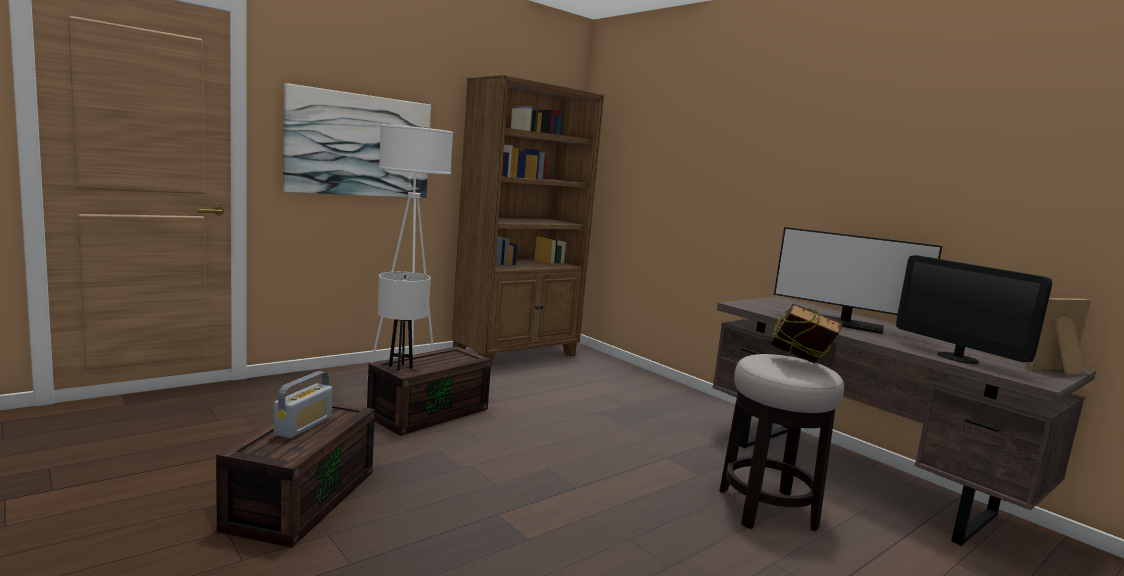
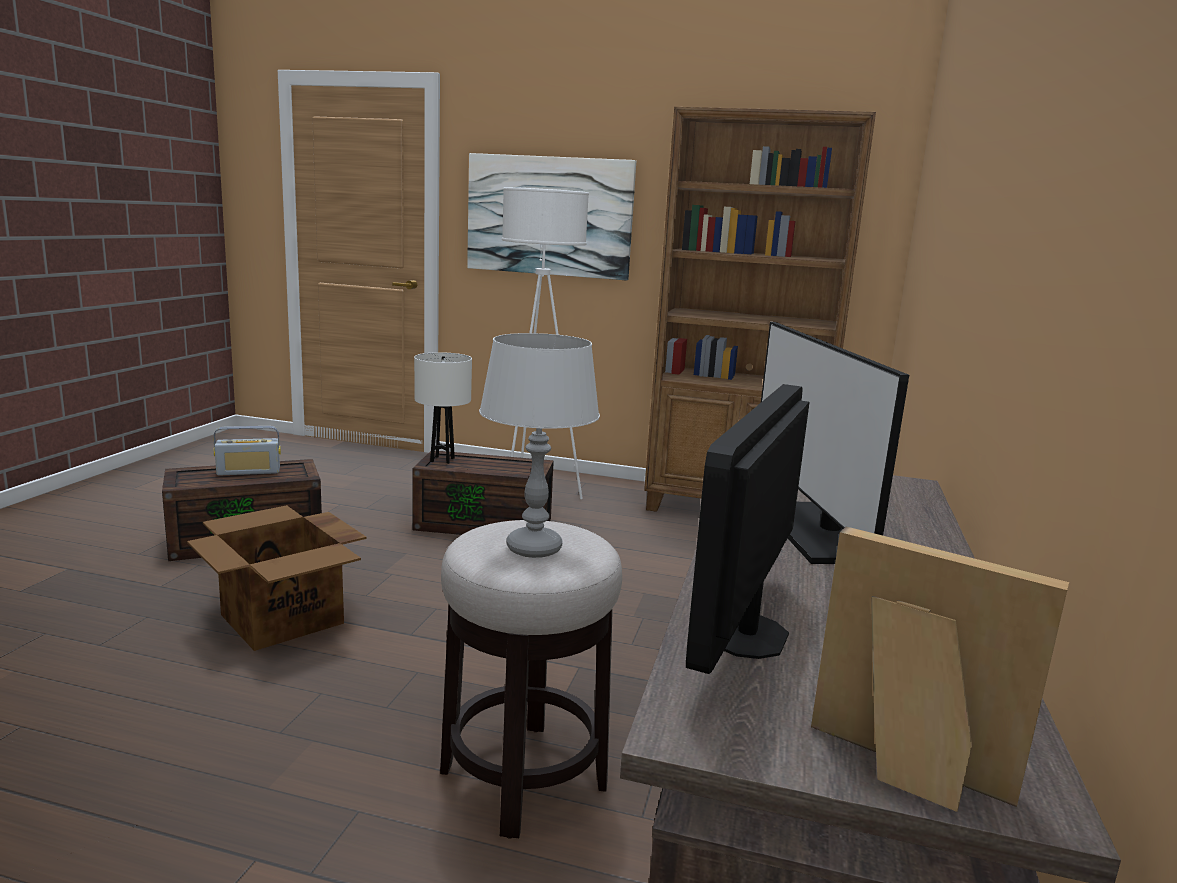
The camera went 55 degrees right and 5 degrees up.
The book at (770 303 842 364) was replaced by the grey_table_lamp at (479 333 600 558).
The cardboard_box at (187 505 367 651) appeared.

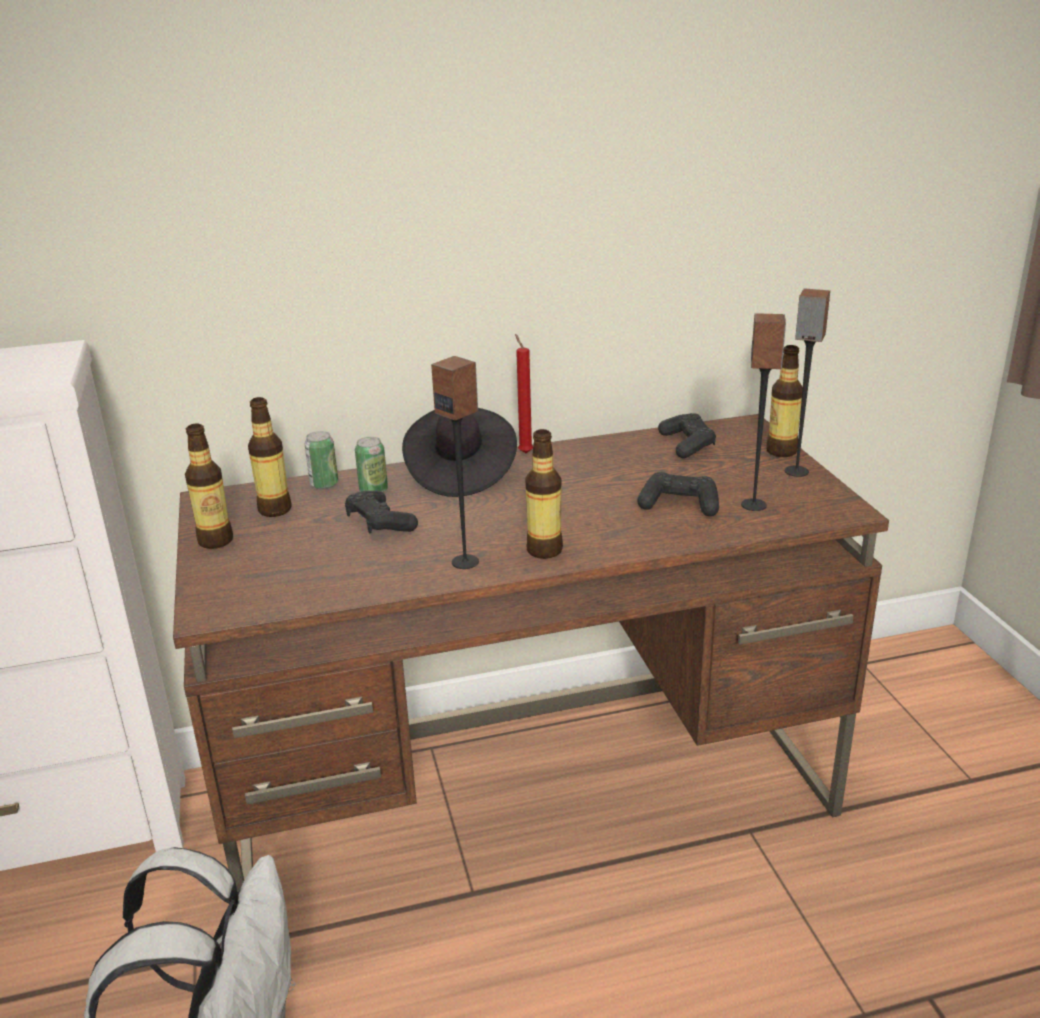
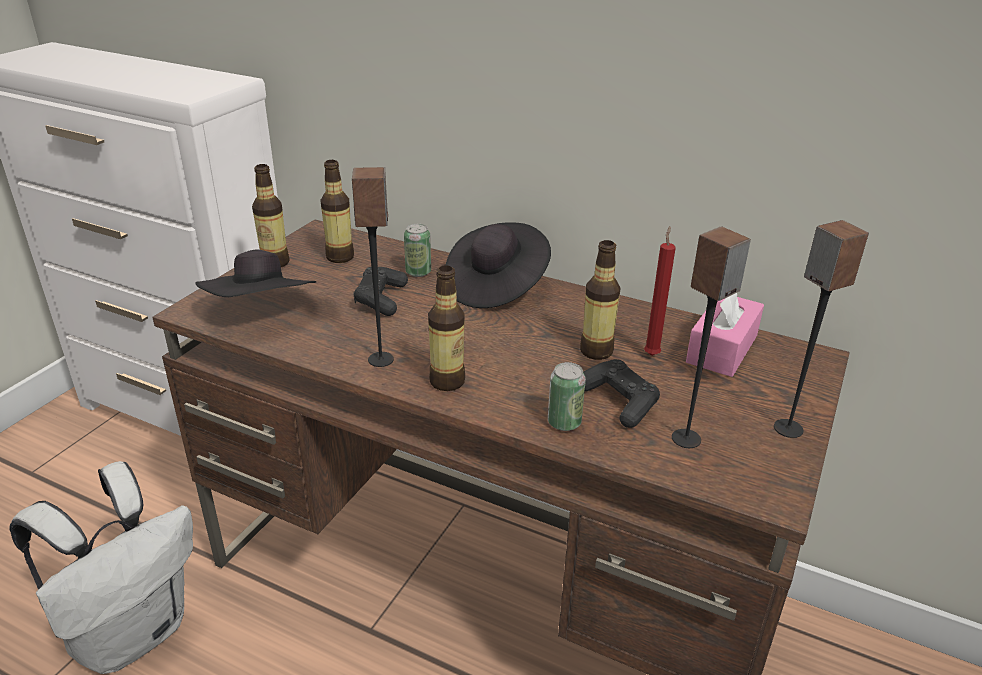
The camera went 40 degrees right and 5 degrees up.
The red_candle moved from (515 334 533 453) to (644 226 676 356).
The bottle moved from (766 345 803 457) to (580 240 621 360).
The black_game_controller at (658 413 716 458) was replaced by the pink_tissue_box at (686 293 764 377).
The can moved from (304 431 338 489) to (548 362 586 431).
The black_hat at (195 250 316 297) appeared.

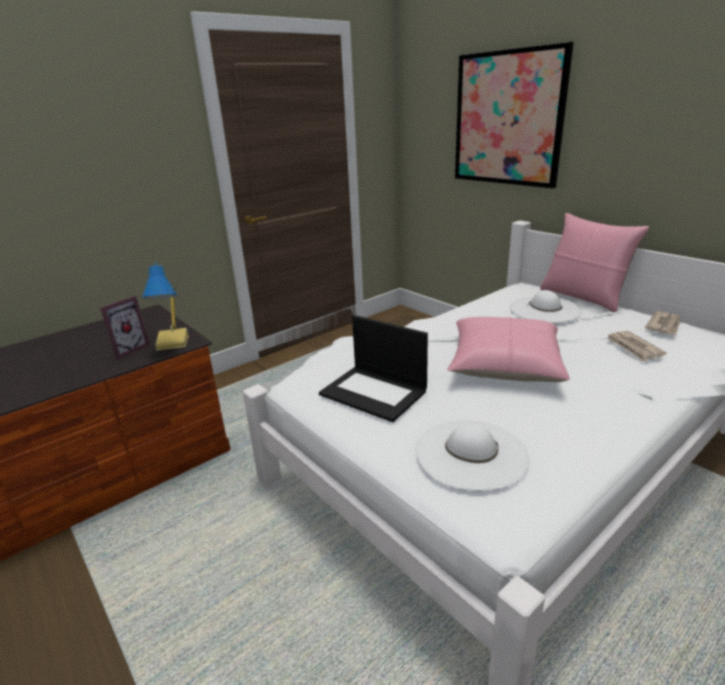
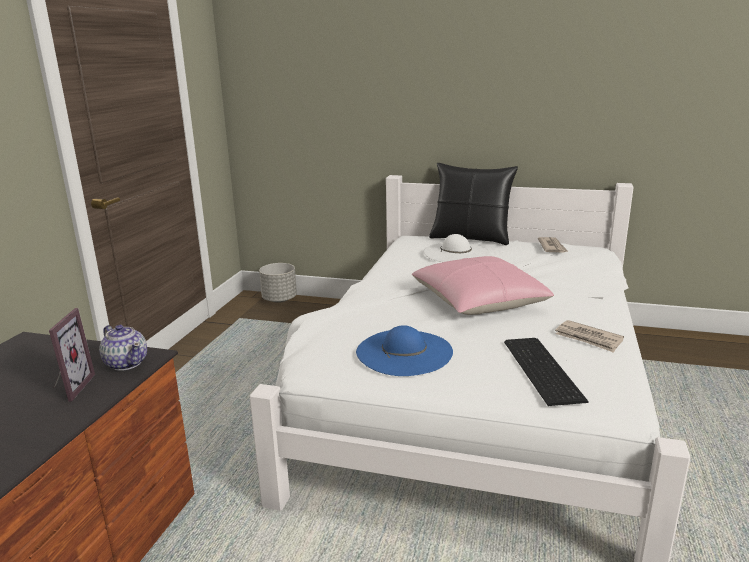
The camera went 35 degrees left and 5 degrees down.
The picture at (455 42 574 188) disappeared.
The pink_pillow at (540 213 649 312) became the black_pillow at (429 163 518 245).
The table_lamp at (142 262 189 351) was replaced by the teapot at (99 325 147 371).
The laptop at (319 315 428 422) was replaced by the blue_hat at (356 325 453 376).
The newspaper moved from (607 331 666 362) to (555 320 624 353).
The white_hat at (416 420 529 490) was replaced by the keyboard at (504 338 588 406).
The grey_planter at (259 263 297 303) appeared.

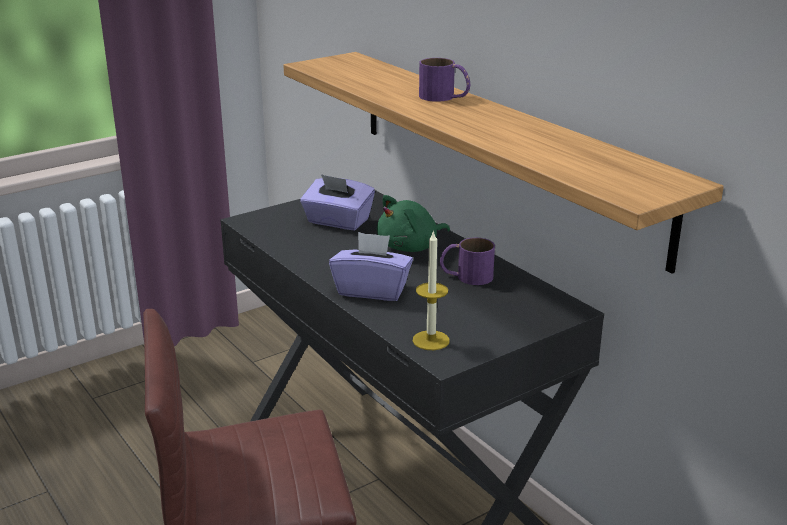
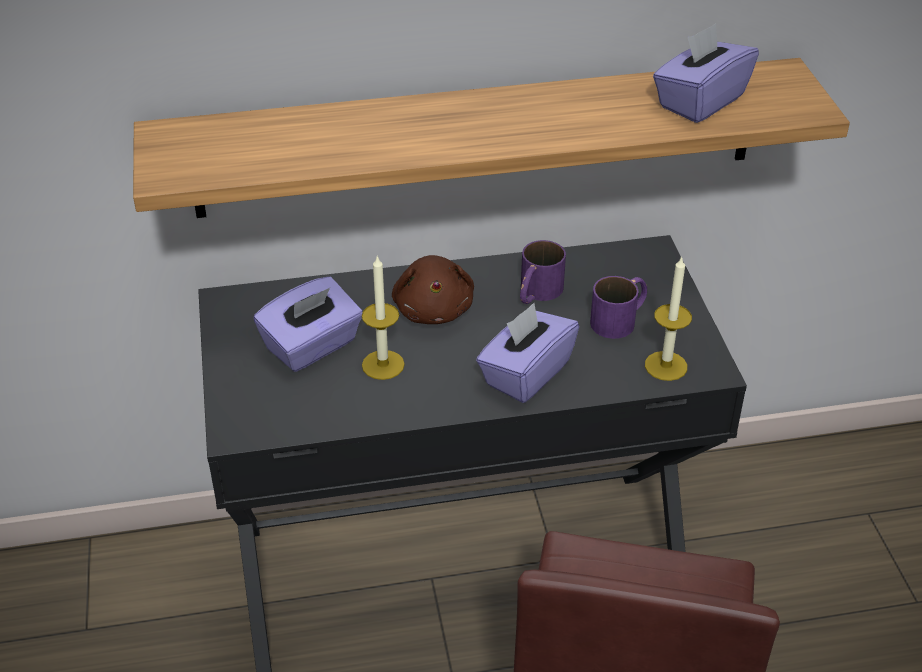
The camera went 65 degrees left and 15 degrees up.
The purple_mug moved from (419 58 470 102) to (590 276 647 339).
The green_plush_toy at (377 195 450 252) became the brown_plush_toy at (392 255 474 324).
The purple_tissue_box at (653 23 759 123) appeared.
The candle at (362 255 405 380) appeared.

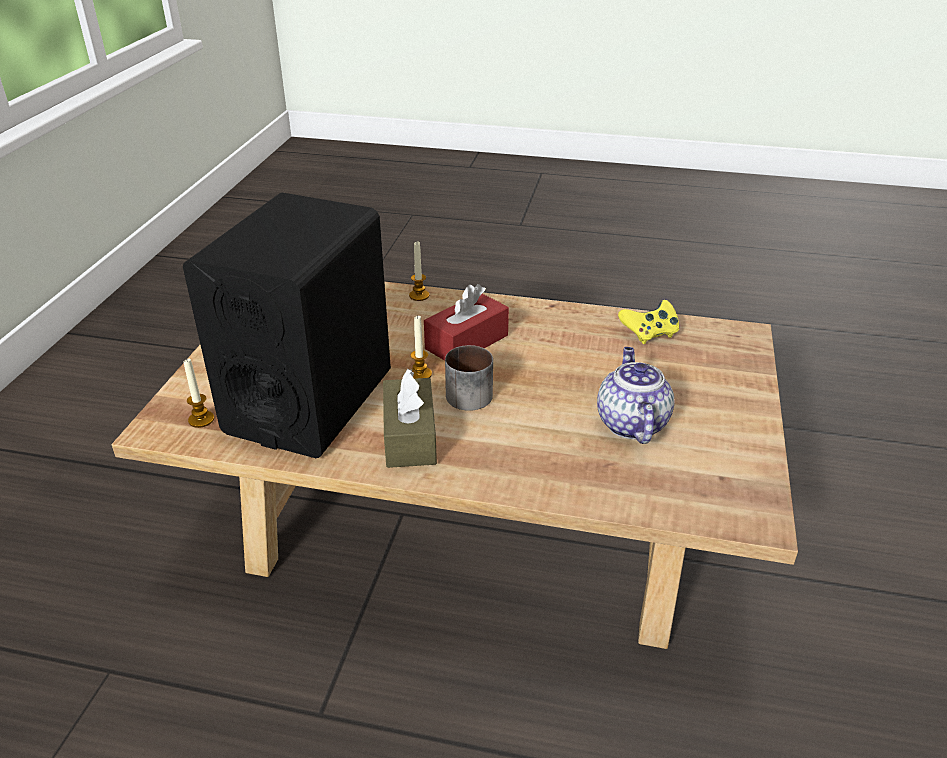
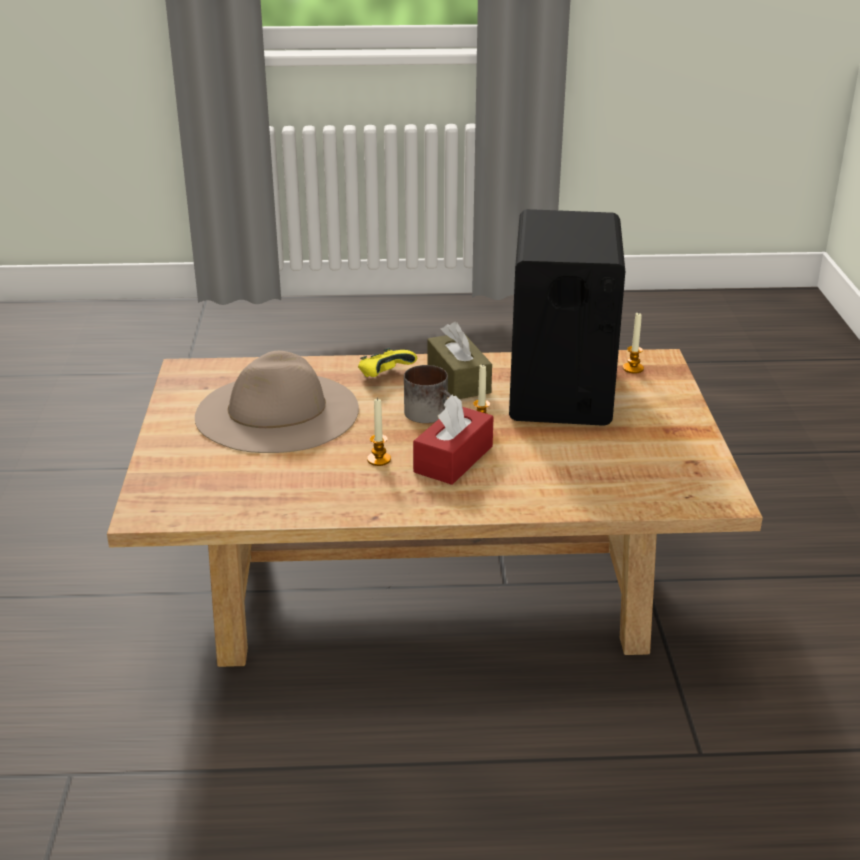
The camera went 165 degrees right and 5 degrees down.
The candle moved from (409 242 429 301) to (367 397 391 466).
The yellow_game_controller moved from (618 300 679 344) to (358 348 417 377).
The teapot at (597 347 674 444) was replaced by the beige_hat at (195 351 359 453).

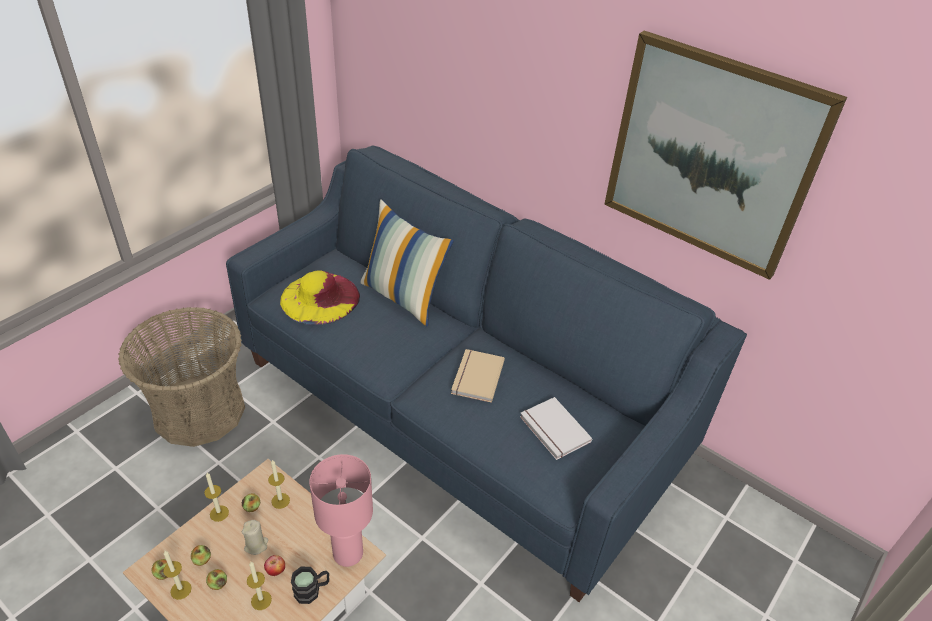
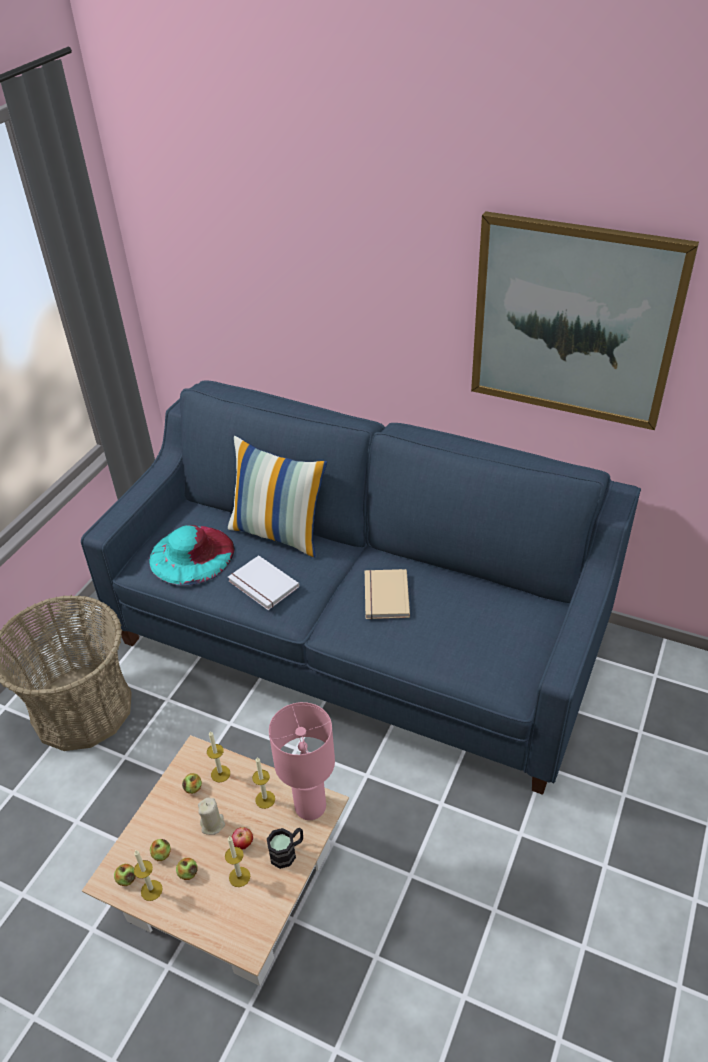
The camera went 10 degrees left and 0 degrees up.
The yellow_hat at (280 270 360 325) became the turquoise_hat at (150 525 235 585).
The white_book moved from (520 397 592 460) to (228 555 299 610).
The candle moved from (204 473 229 522) to (252 757 275 809).

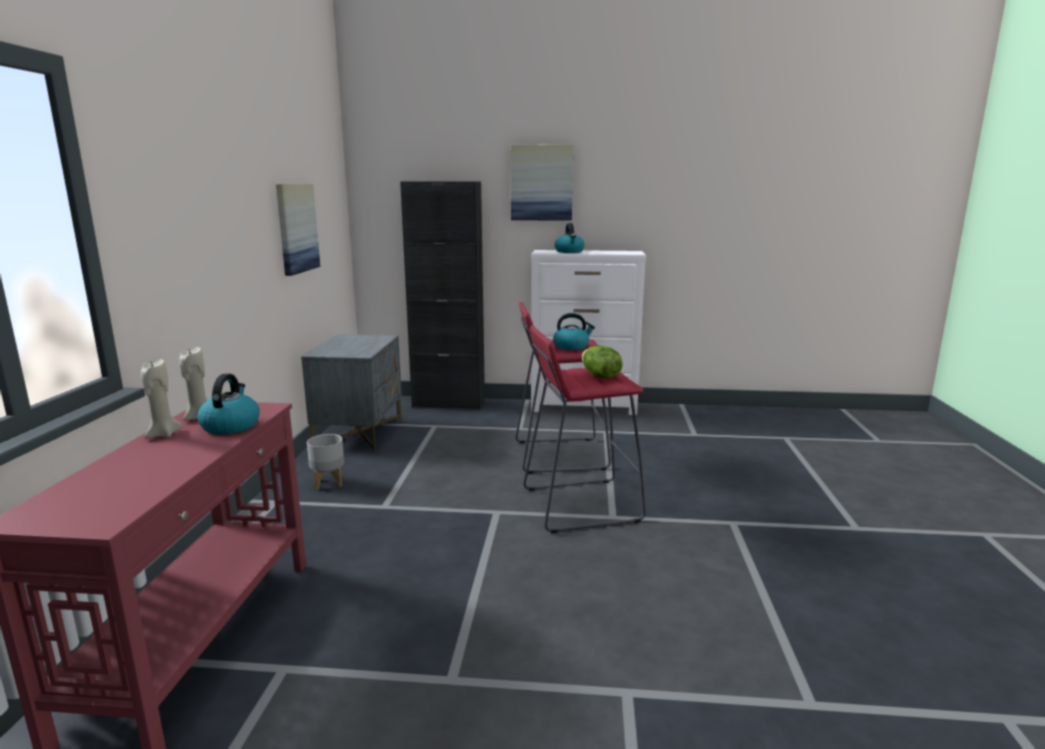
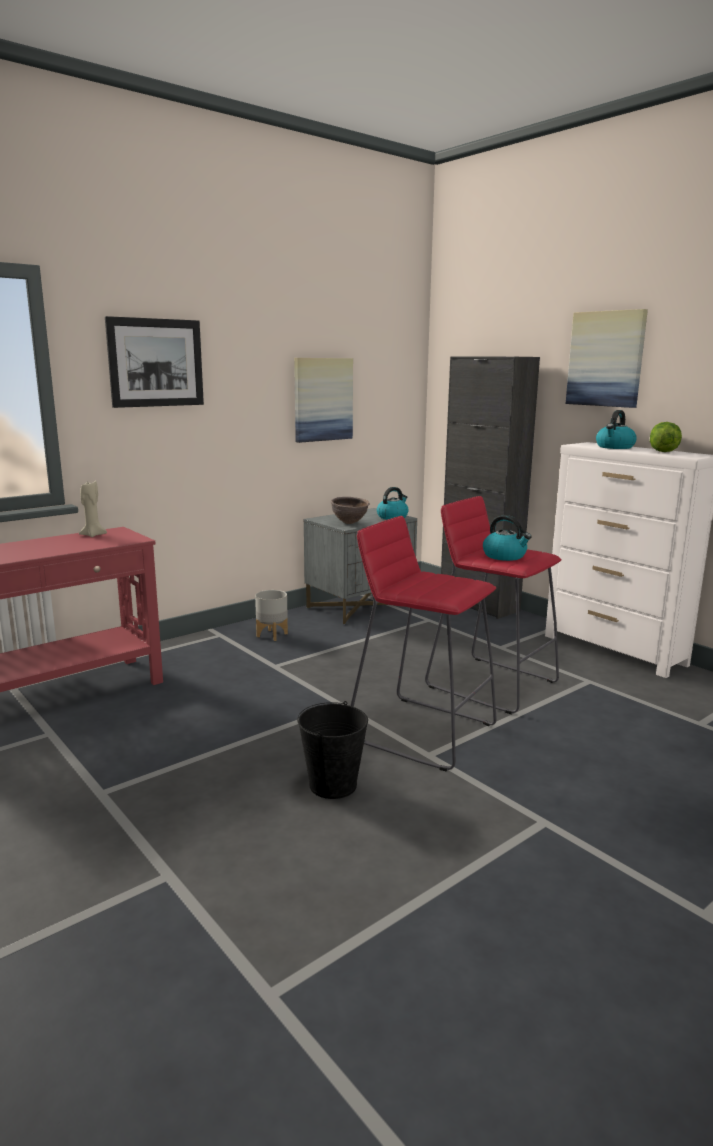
The camera went 45 degrees right and 0 degrees up.
The lettuce moved from (582 345 623 379) to (650 422 682 452).
The beige_candle at (141 359 183 438) disappeared.
The kettle moved from (197 374 260 435) to (377 487 409 520).
The picture at (105 316 204 408) appeared.
The brown_bowl at (331 497 370 524) appeared.
The black_bucket at (297 701 368 799) appeared.

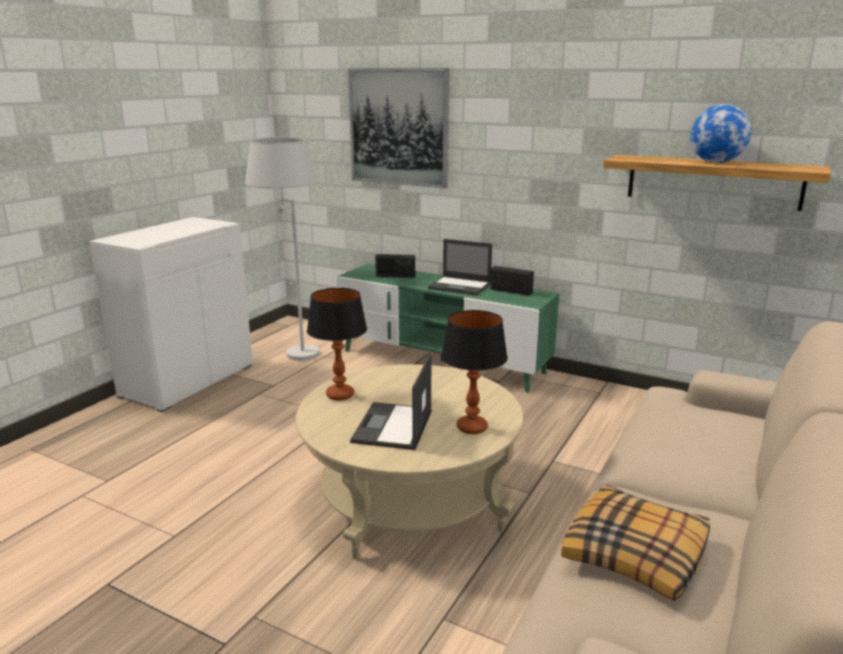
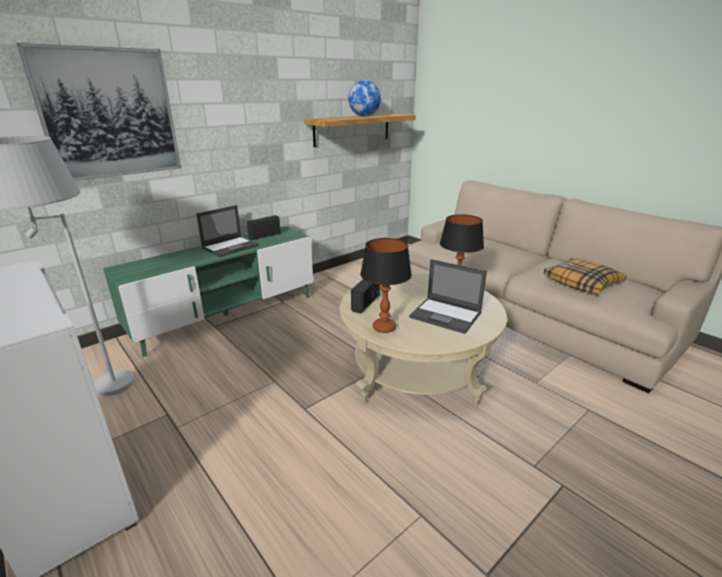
The camera went 70 degrees left and 5 degrees up.
The radio moved from (375 254 415 278) to (351 279 380 313).

